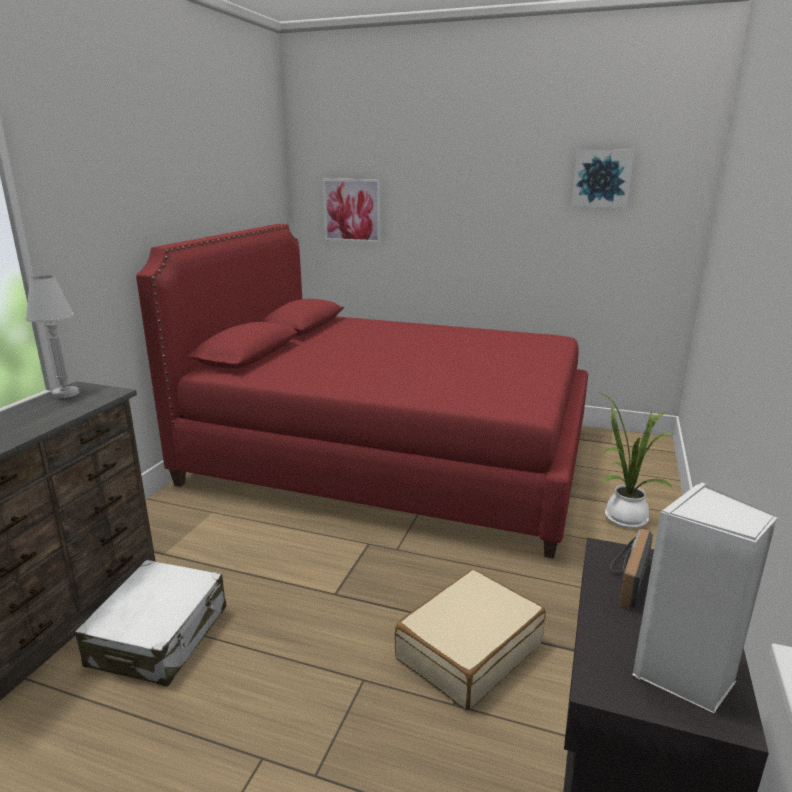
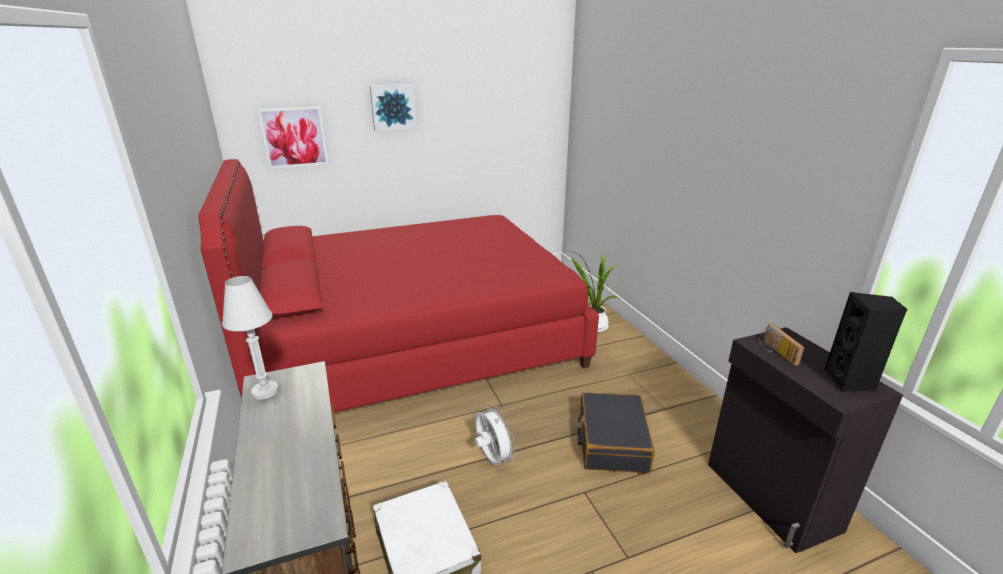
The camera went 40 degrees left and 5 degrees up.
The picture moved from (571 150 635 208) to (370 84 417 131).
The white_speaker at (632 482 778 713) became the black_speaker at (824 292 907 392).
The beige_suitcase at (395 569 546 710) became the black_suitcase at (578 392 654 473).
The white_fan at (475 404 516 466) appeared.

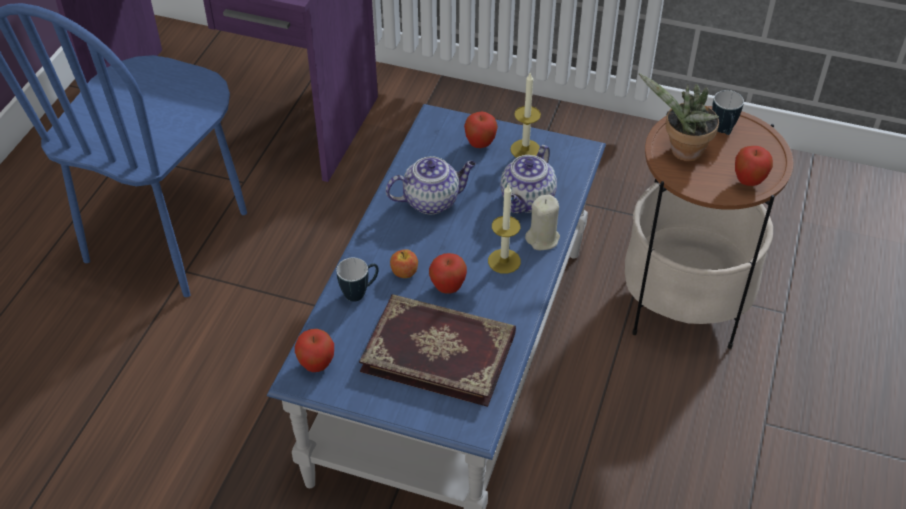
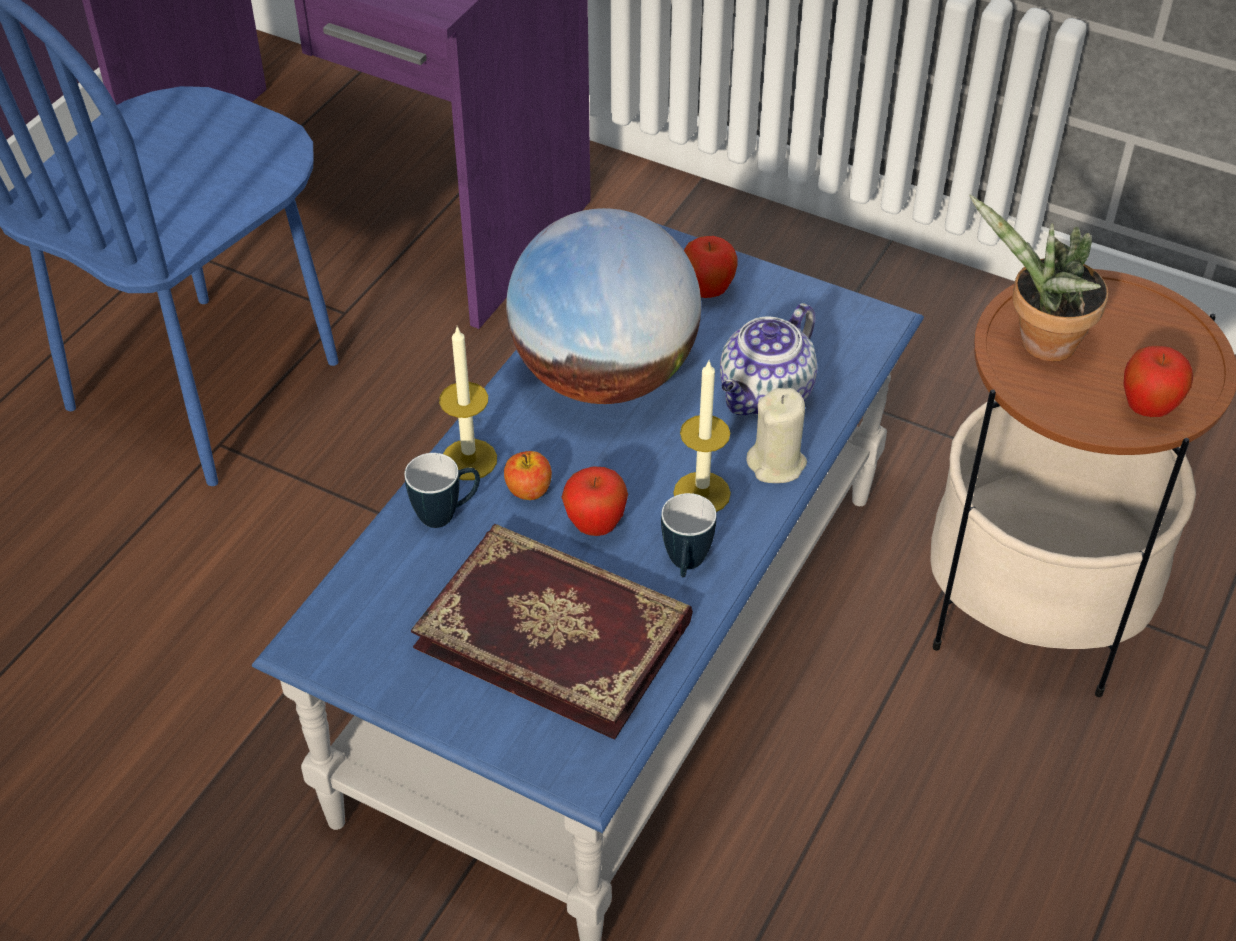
The camera went 10 degrees right and 0 degrees up.
The candle moved from (510 73 541 158) to (439 326 497 480).
The mug moved from (712 90 744 135) to (661 493 716 577).
The teapot at (386 156 476 214) was replaced by the globe at (506 208 701 404).
The apple at (295 329 334 372) disappeared.

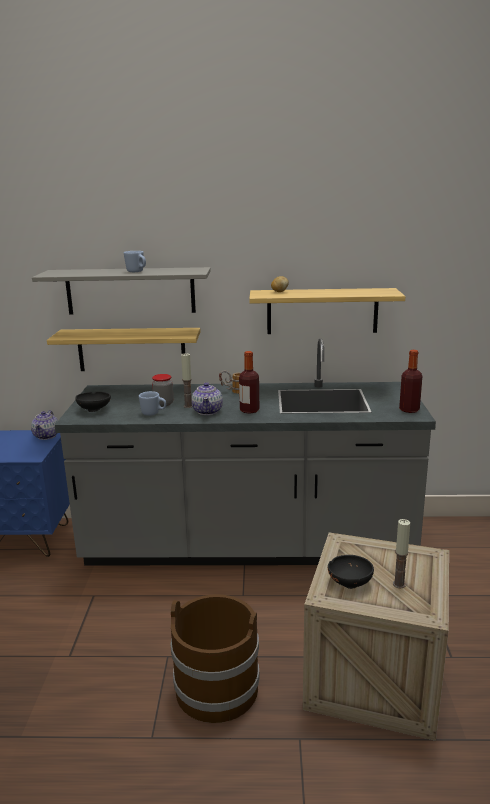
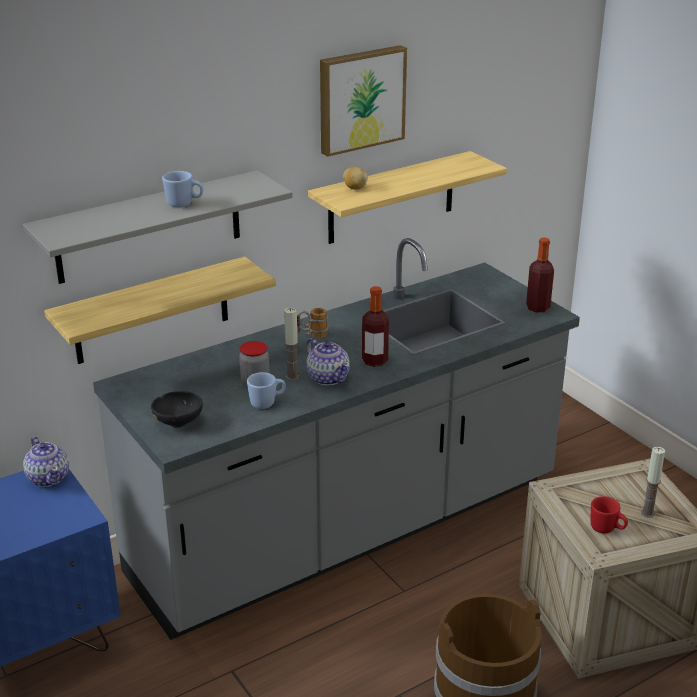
The camera went 35 degrees left and 10 degrees up.
The black_bowl at (328 555 374 589) was replaced by the red_mug at (591 496 628 534).
The picture at (320 45 407 157) appeared.

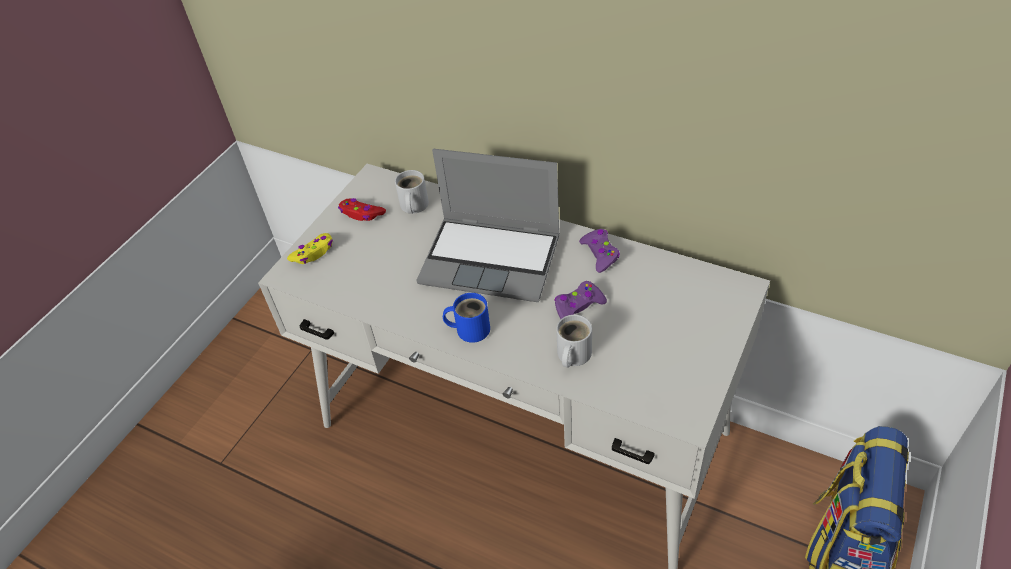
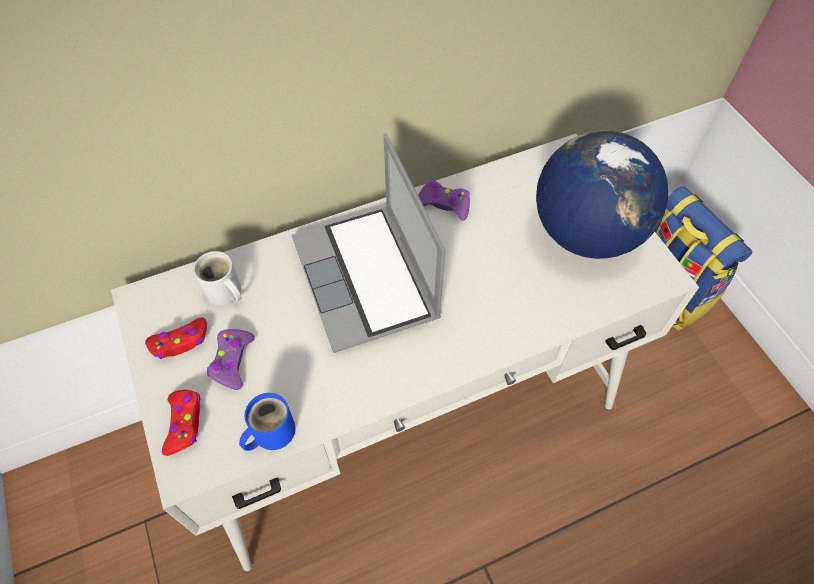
The camera went 55 degrees left and 10 degrees up.
The laptop at (417 149 560 302) turned 105 degrees clockwise.
The yellow_game_controller at (287 233 333 264) became the red_game_controller at (162 390 200 456).
The purple_game_controller moved from (554 281 607 319) to (207 329 255 390).
The blue_mug moved from (443 293 490 343) to (239 393 296 451).
The white_mug at (556 315 592 368) disappeared.
The globe at (536 131 668 259) appeared.

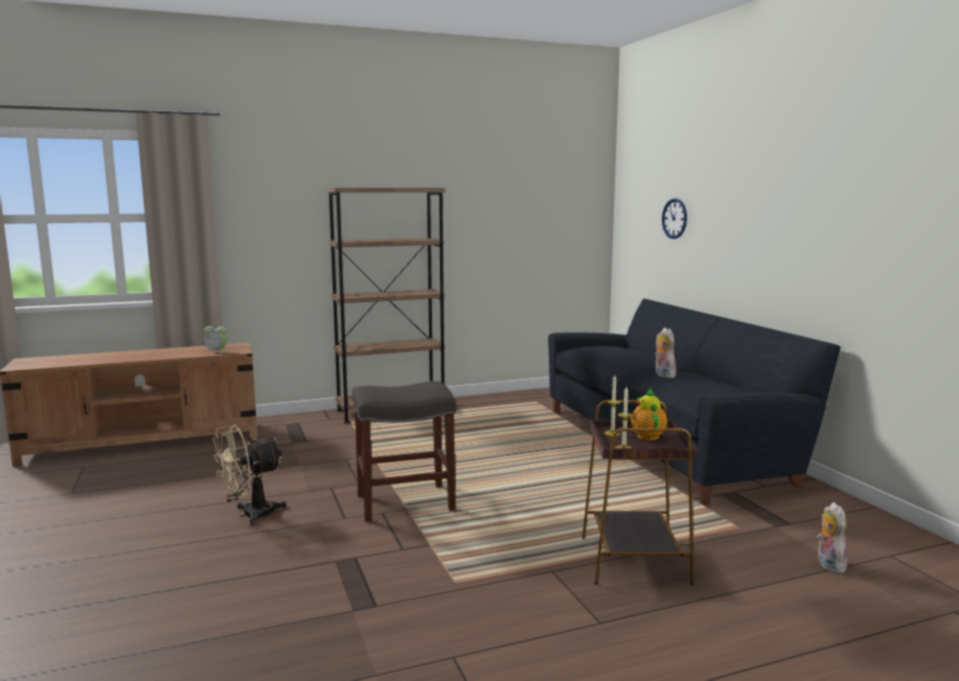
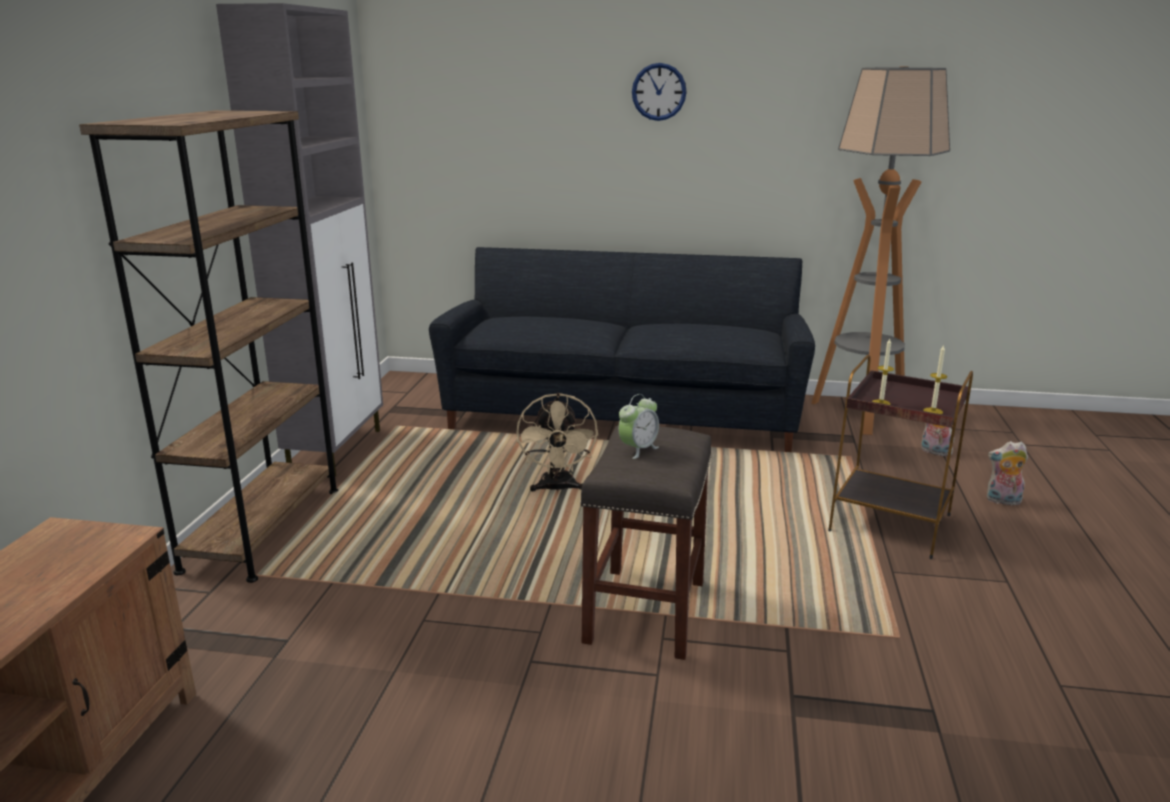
The camera went 60 degrees left and 10 degrees up.
The wall_clock moved from (662 198 687 239) to (632 63 687 121).
The alarm_clock moved from (204 322 227 353) to (618 394 659 459).
The plush_toy moved from (655 328 677 378) to (987 441 1028 505).
The teapot at (631 388 667 440) disappeared.
The beige_fan moved from (213 425 287 525) to (517 393 598 493).
The grey_cabinet at (216 3 383 477) appeared.
The floor_lamp at (811 66 950 435) appeared.

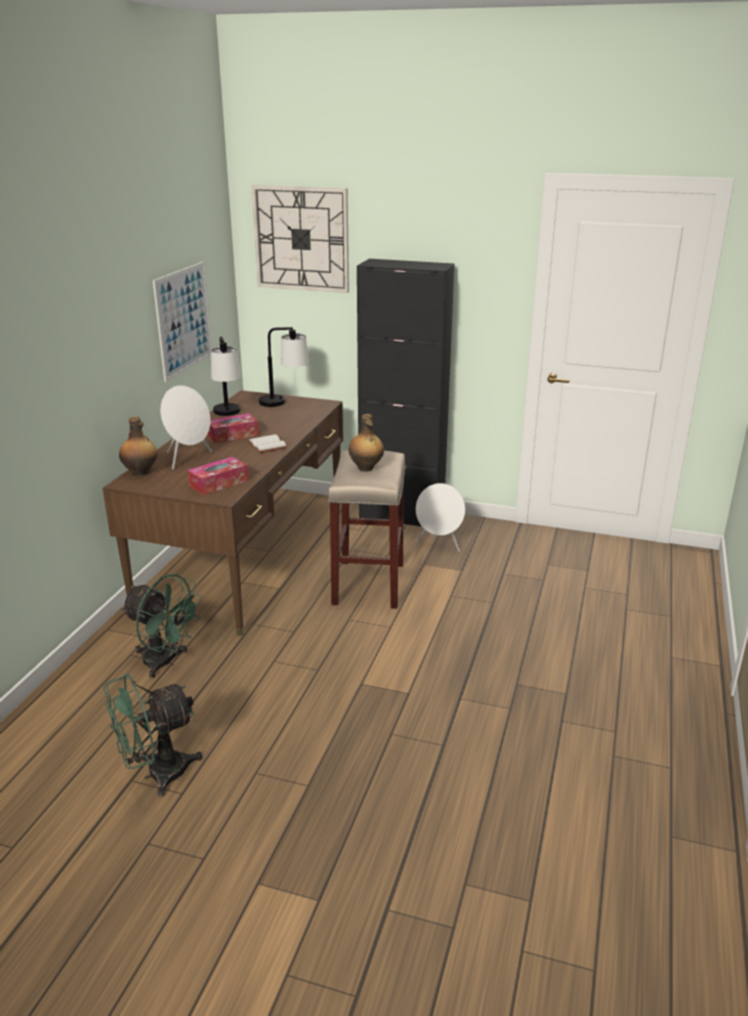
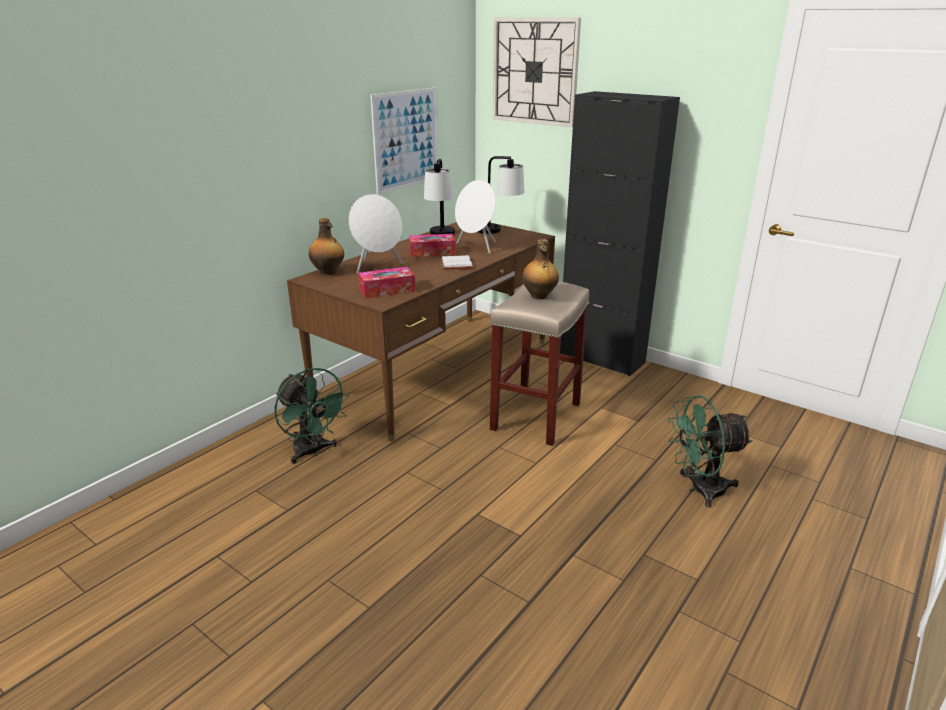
The camera went 20 degrees right and 0 degrees up.
The white_speaker moved from (416 483 465 552) to (455 180 496 254).
The green_fan moved from (103 673 203 797) to (667 395 752 508).

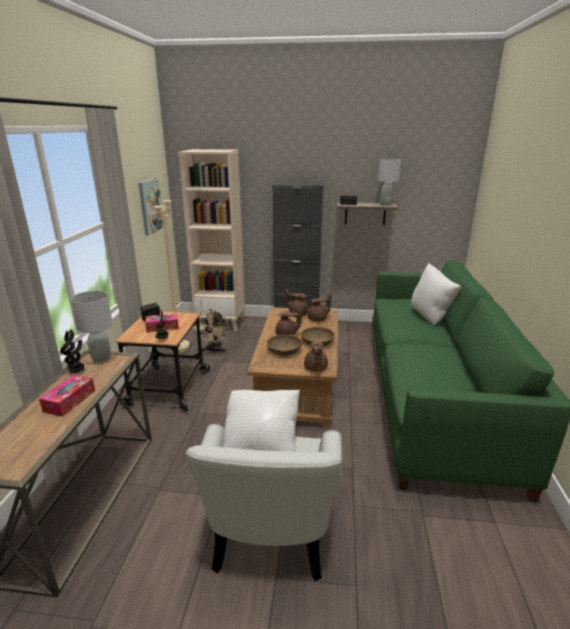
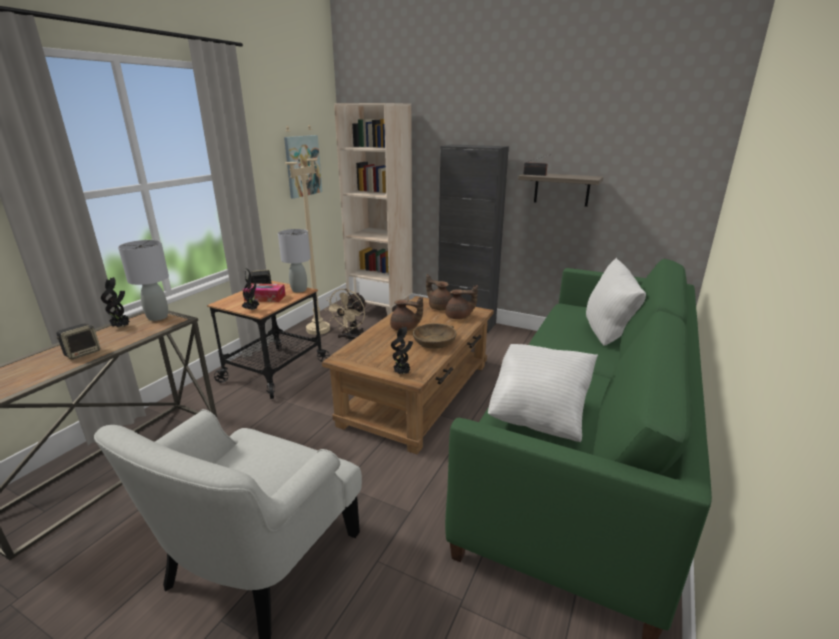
The camera went 20 degrees right and 0 degrees up.
The grey_table_lamp moved from (378 159 401 206) to (278 229 311 293).
The brown_bowl at (267 334 302 356) disappeared.
The brown_teapot at (304 342 328 372) was replaced by the potted_plant at (391 326 413 374).
The tissue_box at (39 375 95 417) was replaced by the speaker at (56 323 100 360).
The white_pillow moved from (223 390 300 451) to (488 344 598 442).

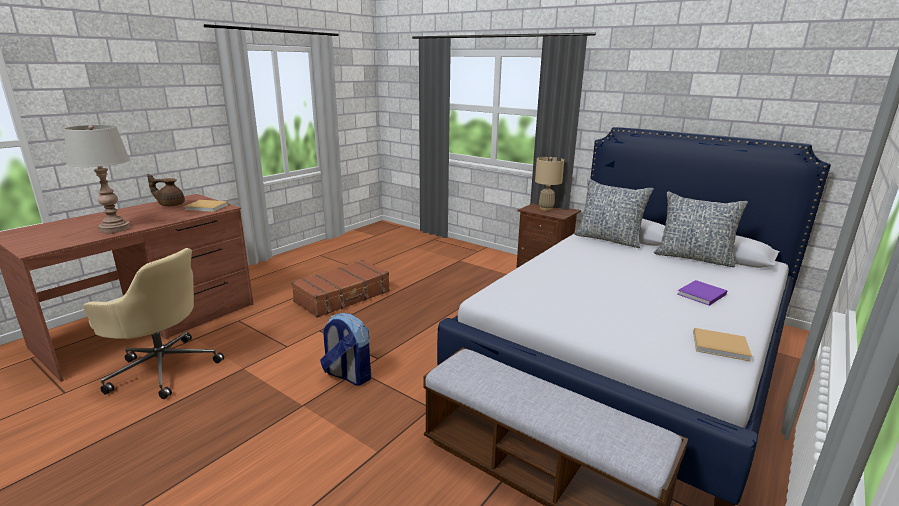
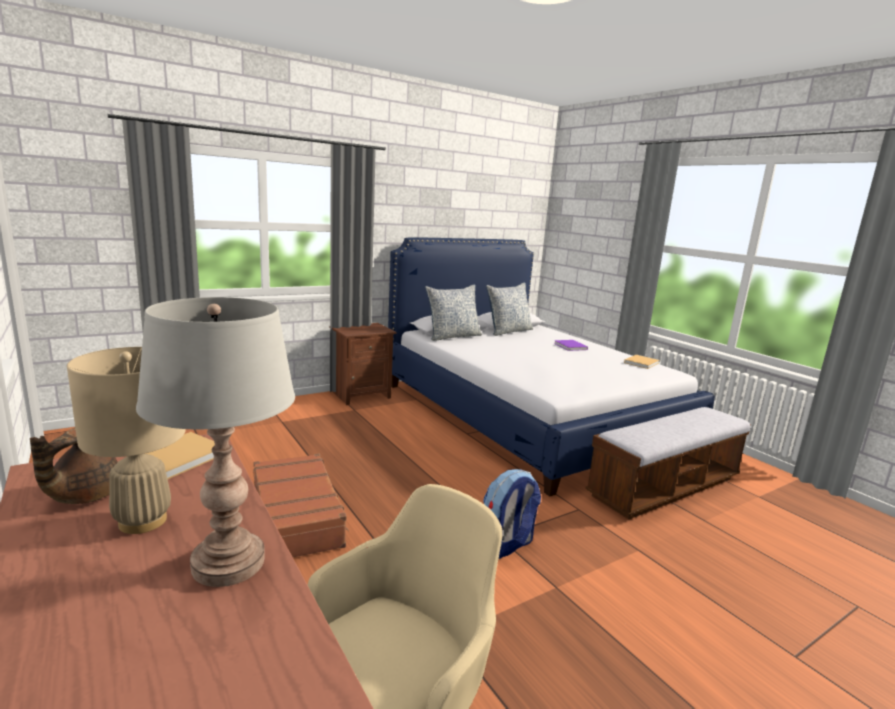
The camera went 70 degrees left and 5 degrees down.
The beige_table_lamp moved from (535 157 564 211) to (67 347 186 534).

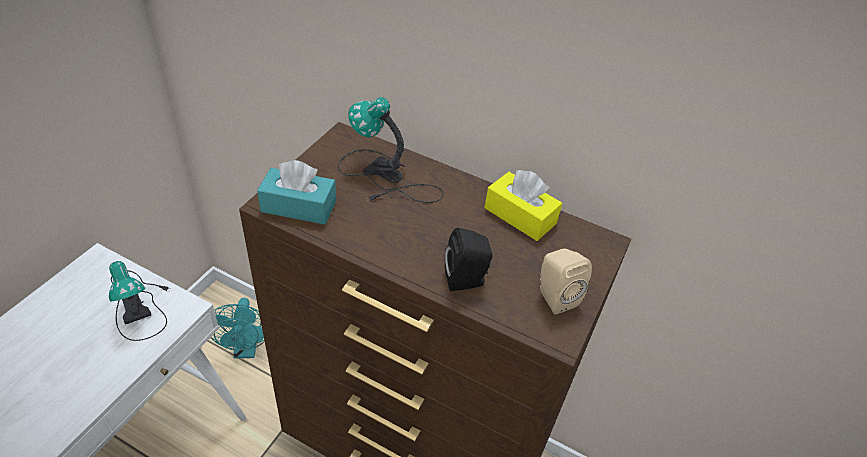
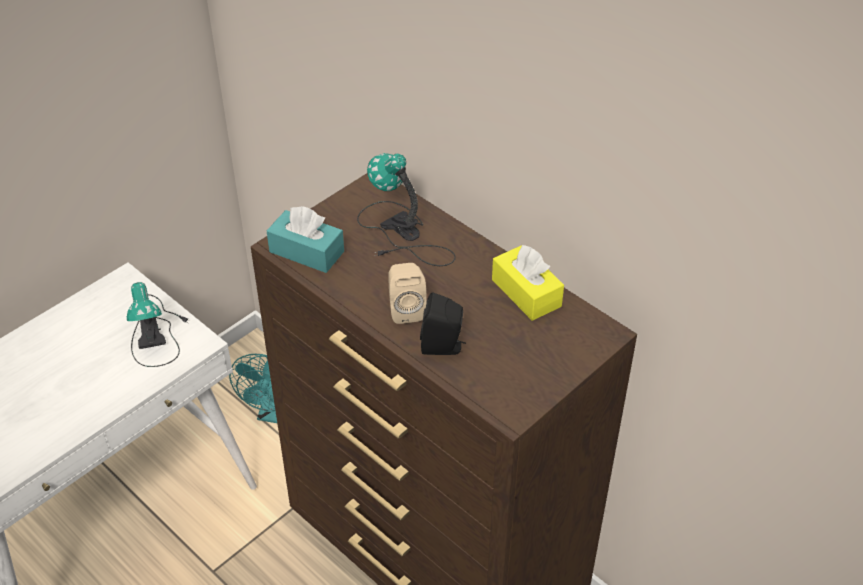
The camera went 20 degrees right and 0 degrees up.
The beige_speaker moved from (540 249 592 315) to (389 263 427 324).

